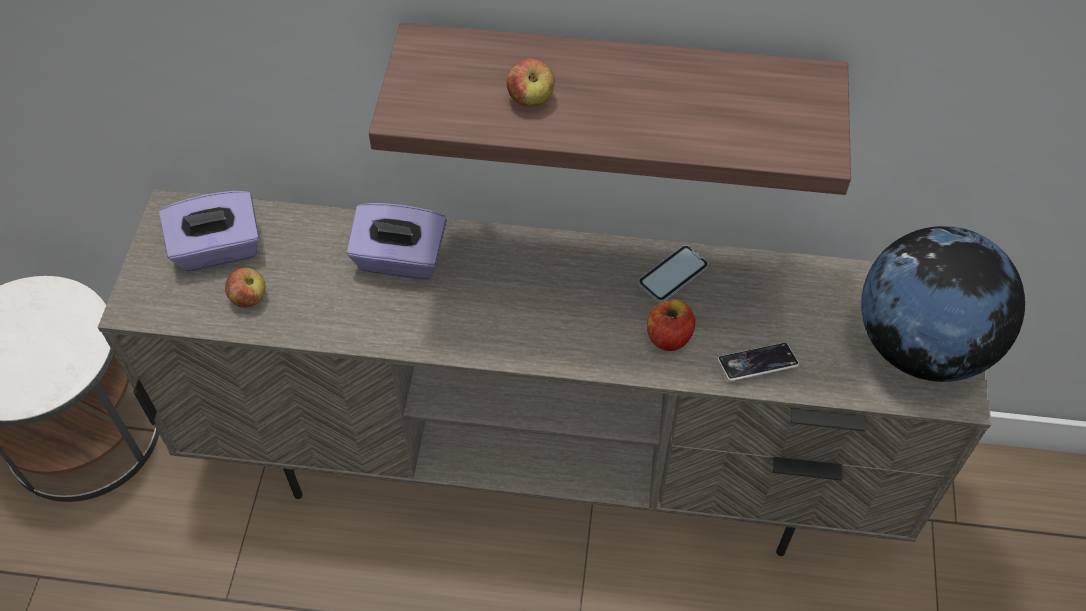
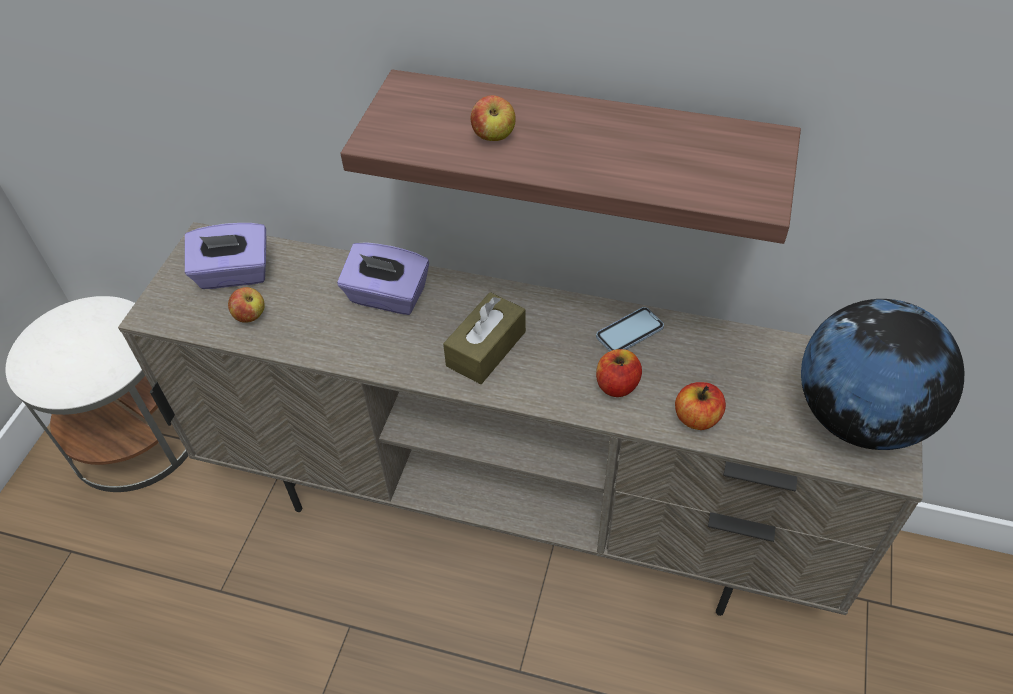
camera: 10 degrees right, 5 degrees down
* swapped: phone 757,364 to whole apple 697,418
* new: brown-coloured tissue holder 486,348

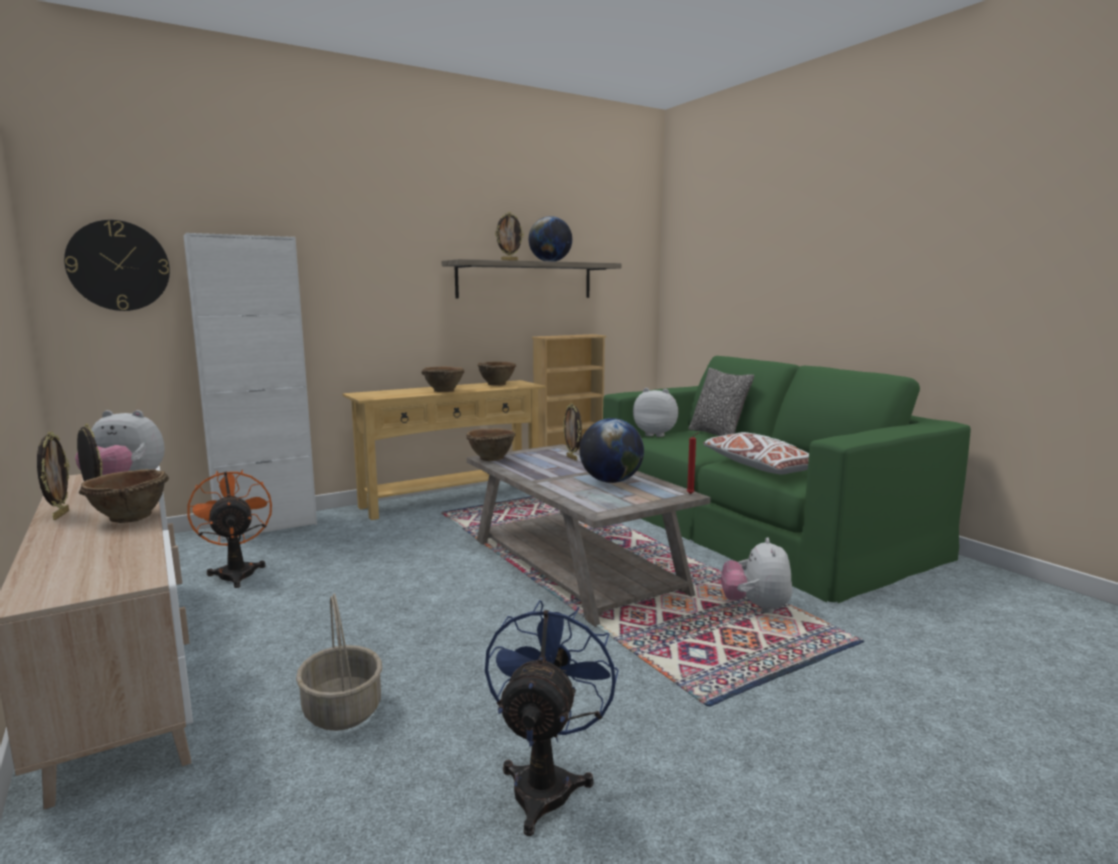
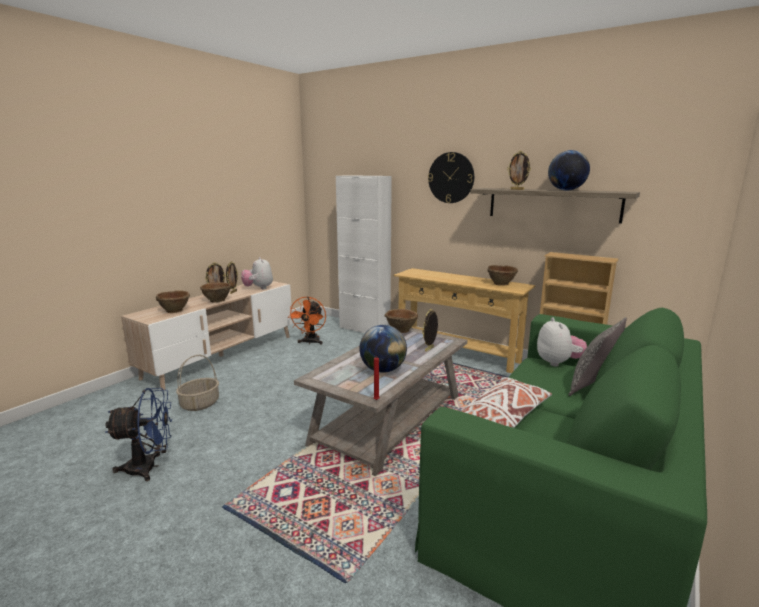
camera: 65 degrees right, 5 degrees up
* shifted: clock on the wall 118,266 to 451,178
* shifted: brown-coloured bowl 443,391 to 175,310
* rotated: orangey fan 236,572 = 310,342 150 degrees clockwise
* gone: cuddly toy 755,607

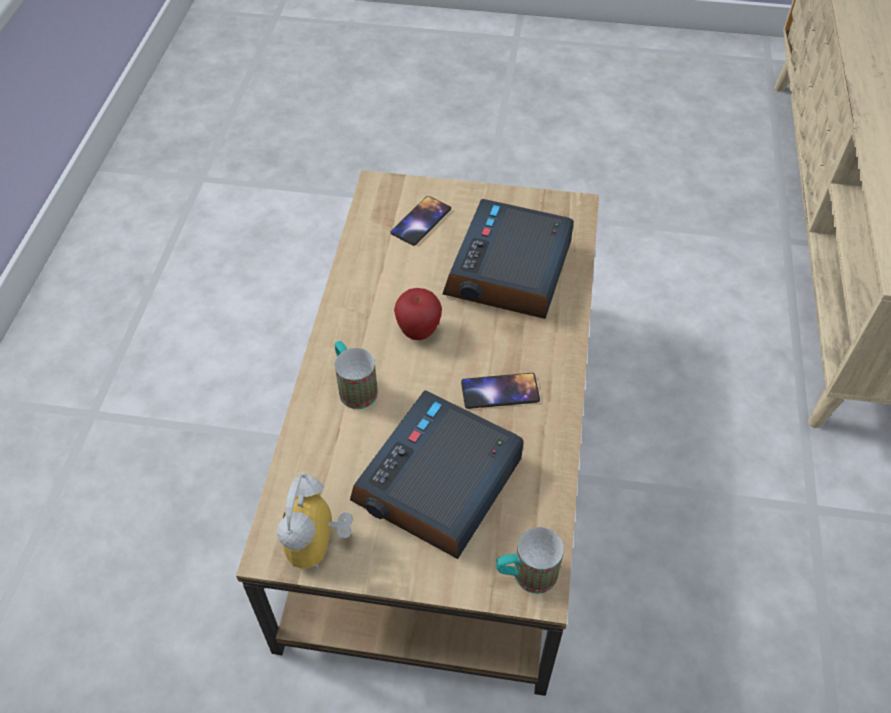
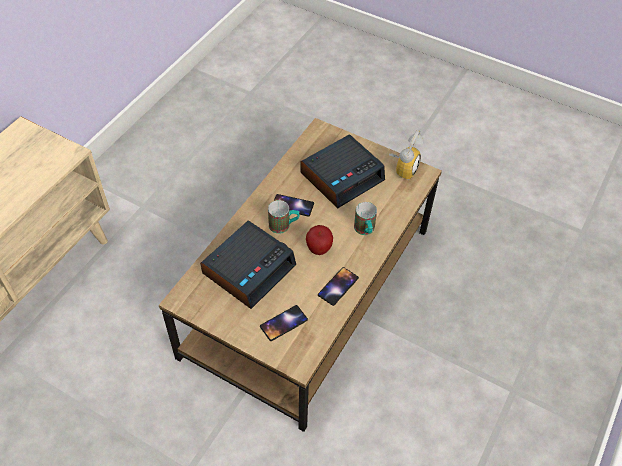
camera: 160 degrees left, 0 degrees up
* shifted: coffee mug 526,575 to 284,226
* new: phone 338,286

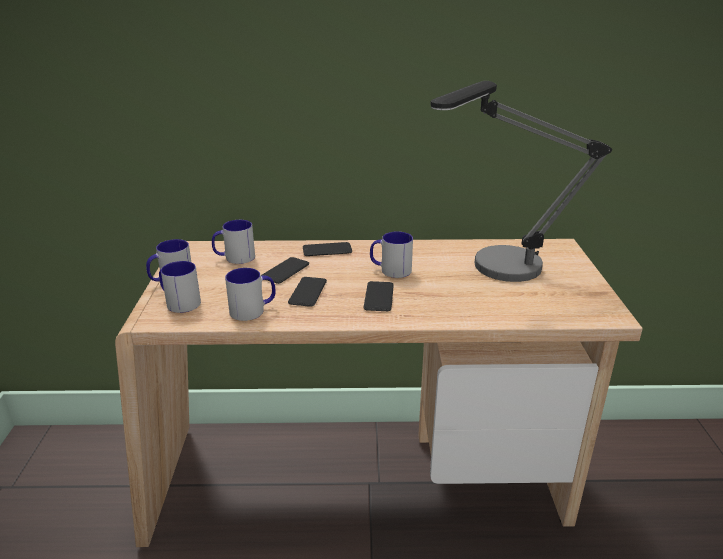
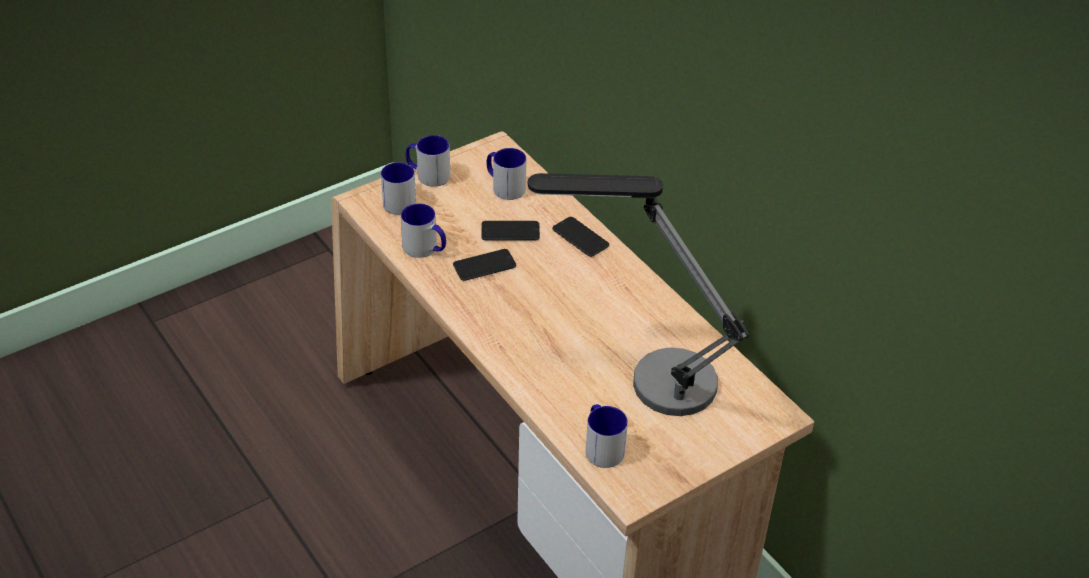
camera: 55 degrees right, 15 degrees up
* shifted: coffee mug 390,270 to 602,446
* gone: phone 379,297

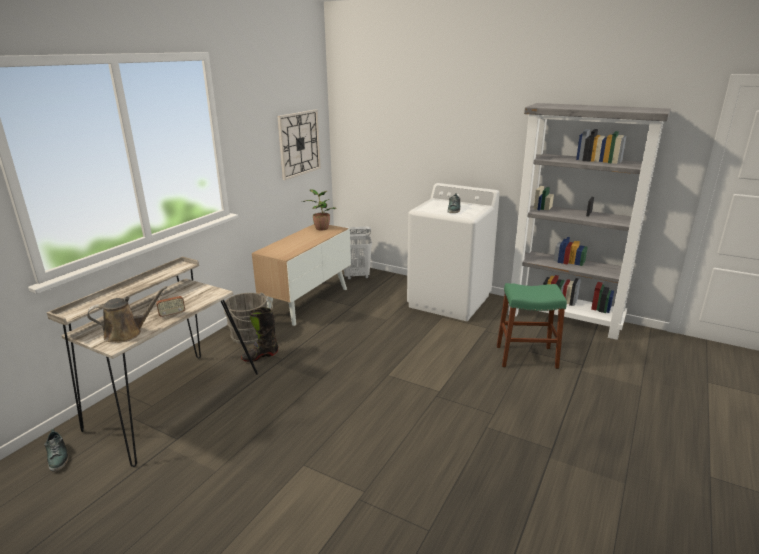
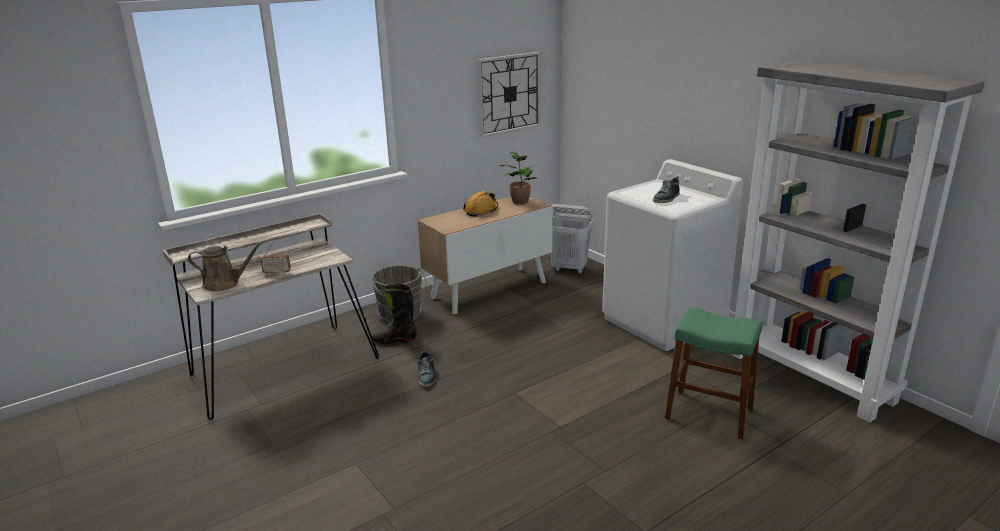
camera: 25 degrees right, 0 degrees up
* shifted: item of footwear 58,456 to 427,376
* new: orangey safety helmet 481,210

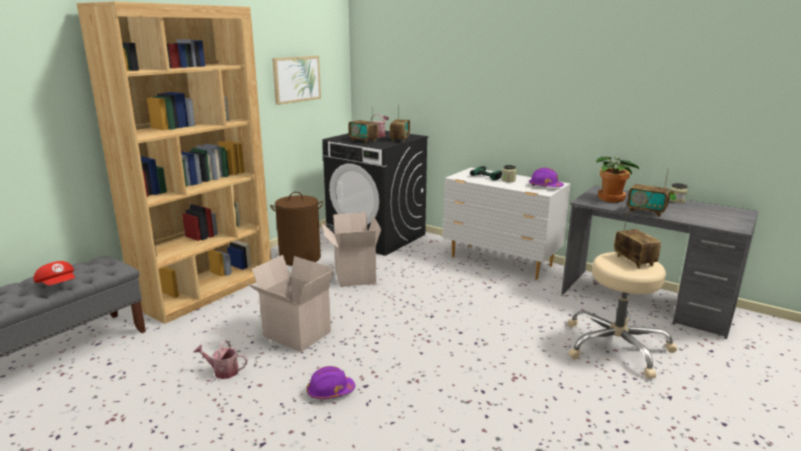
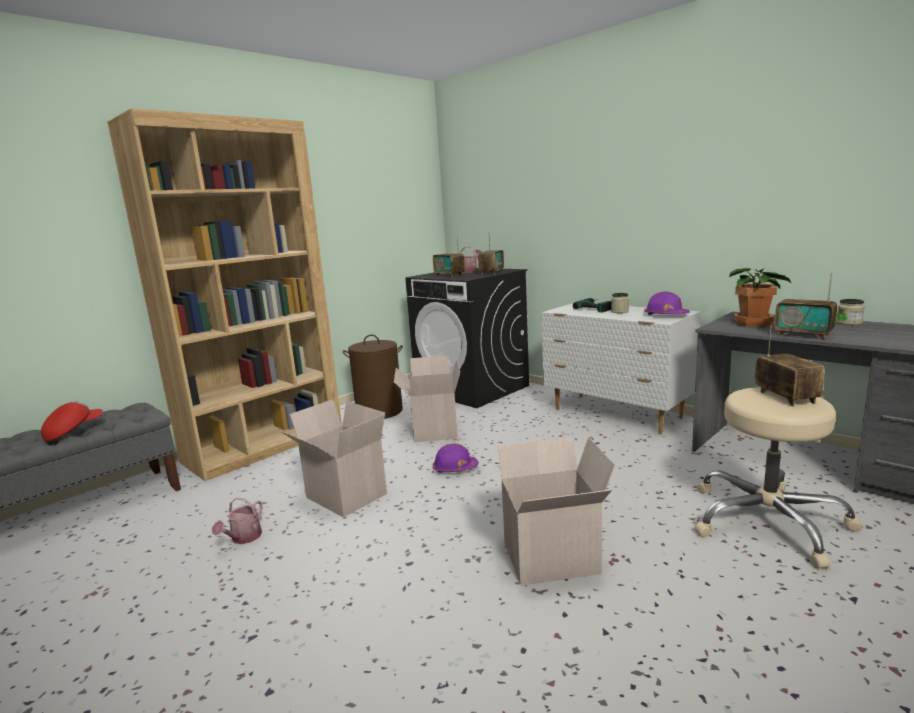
camera: 10 degrees right, 5 degrees down
* gone: wall art 296,79
* rotated: red-coloured baseball cap 58,285 = 73,431 105 degrees counterclockwise
* rotated: watering pot 223,371 = 243,538 90 degrees counterclockwise
* shifted: purplish safety helmet 330,391 to 455,468
* new: cardboard box 550,560

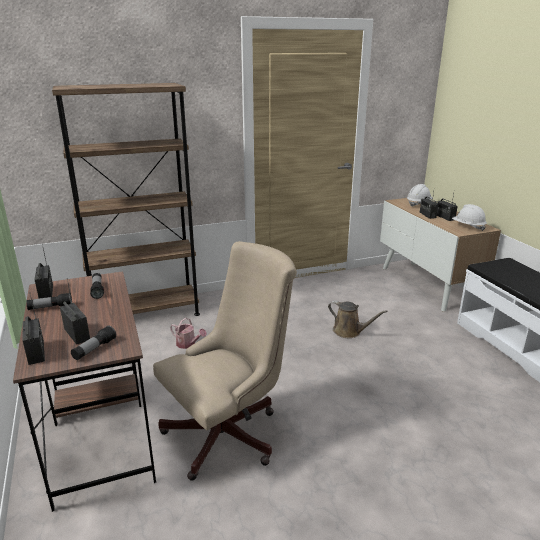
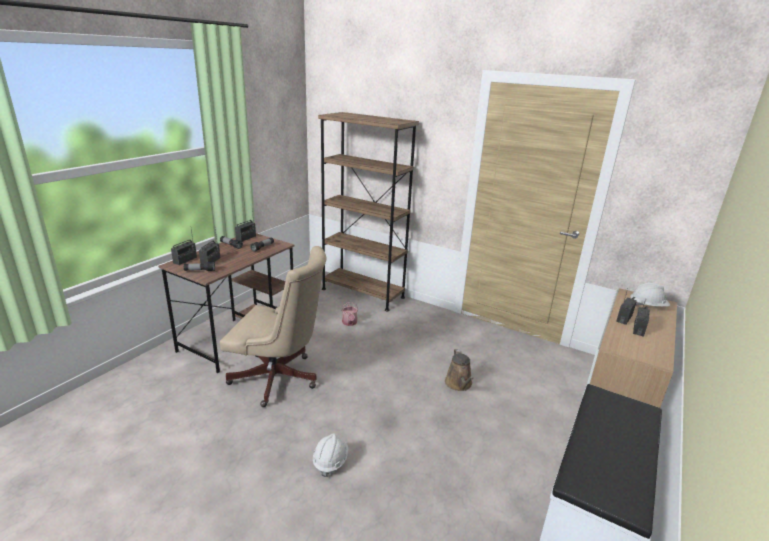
camera: 50 degrees right, 0 degrees up
* shifted: white-coloured safety helmet 468,227 to 330,461

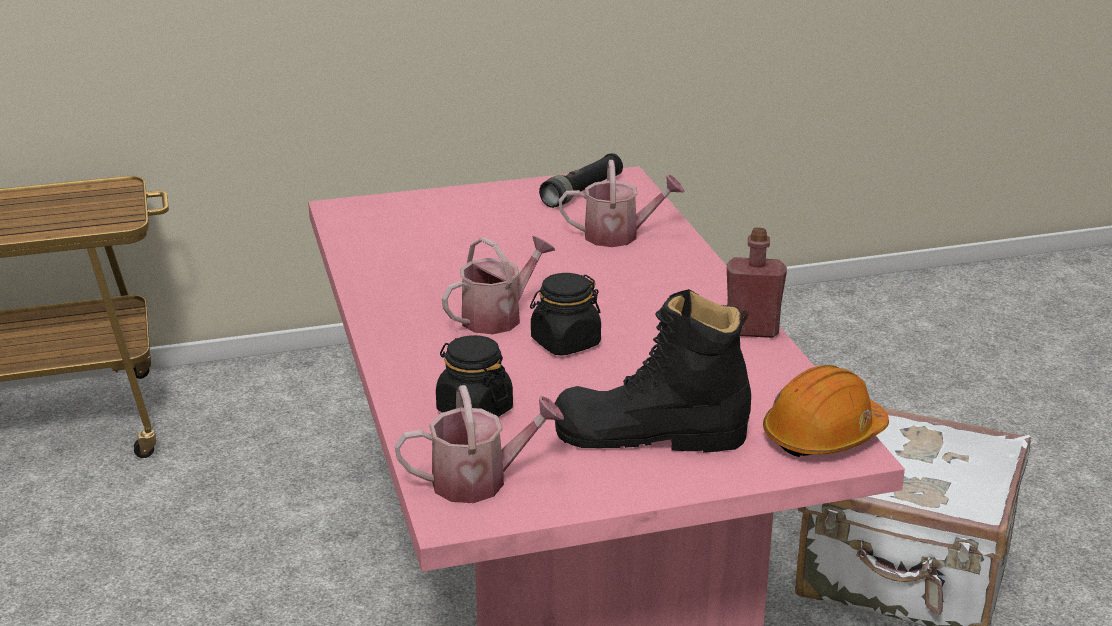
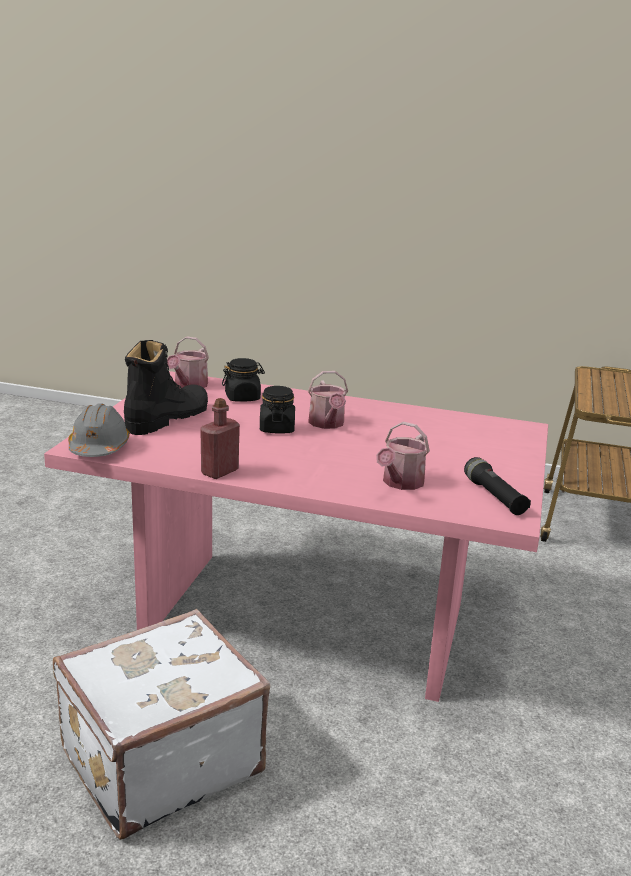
camera: 120 degrees right, 5 degrees down
* repainted: orangey safety helmet 823,436 to greyish safety helmet 99,447

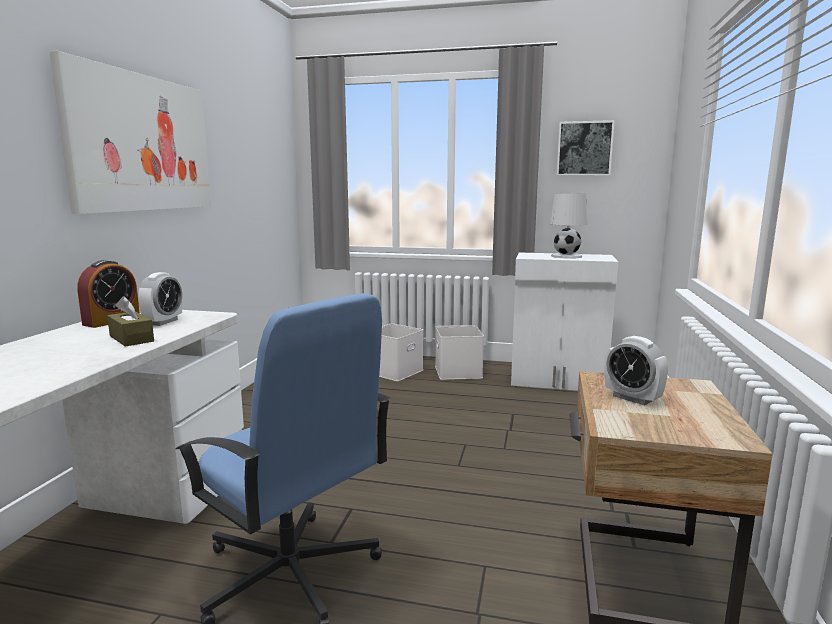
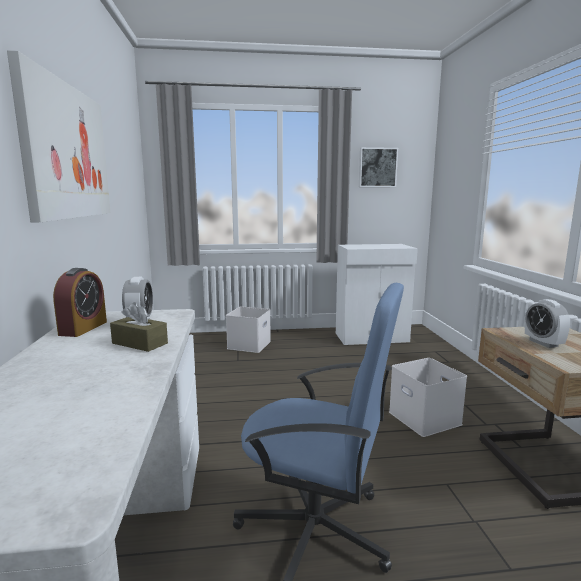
camera: 20 degrees left, 0 degrees up
* gone: white-coloured lamp for a table 566,256
* shifted: white-coloured storage bin 459,372 to 426,418
* rotated: table clock 632,398 = 543,343 45 degrees clockwise

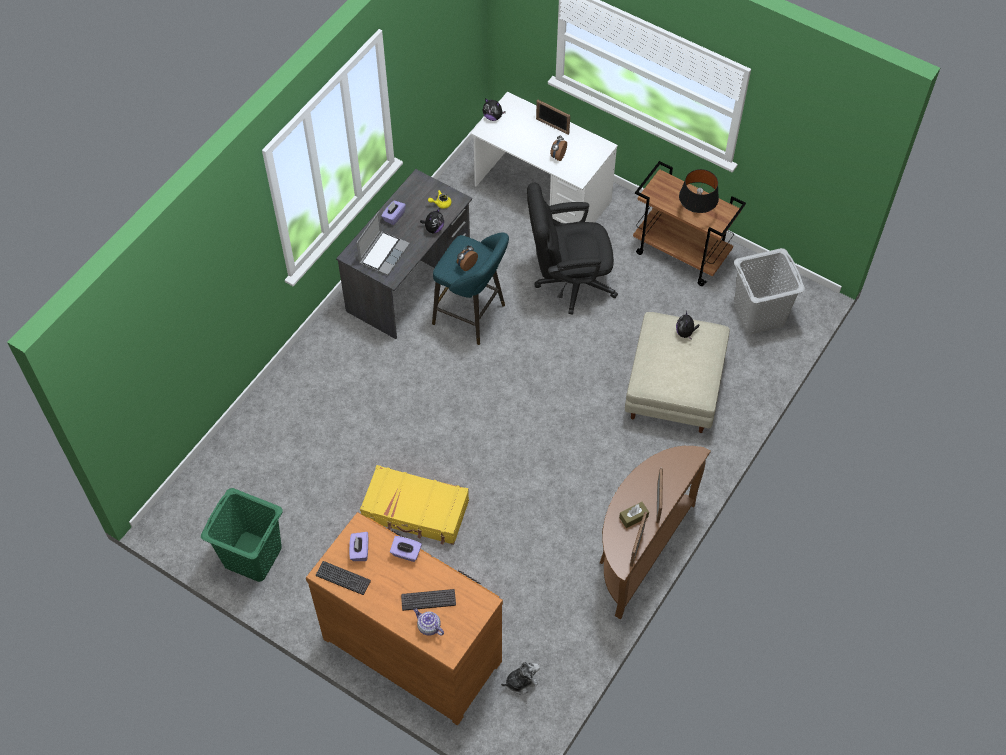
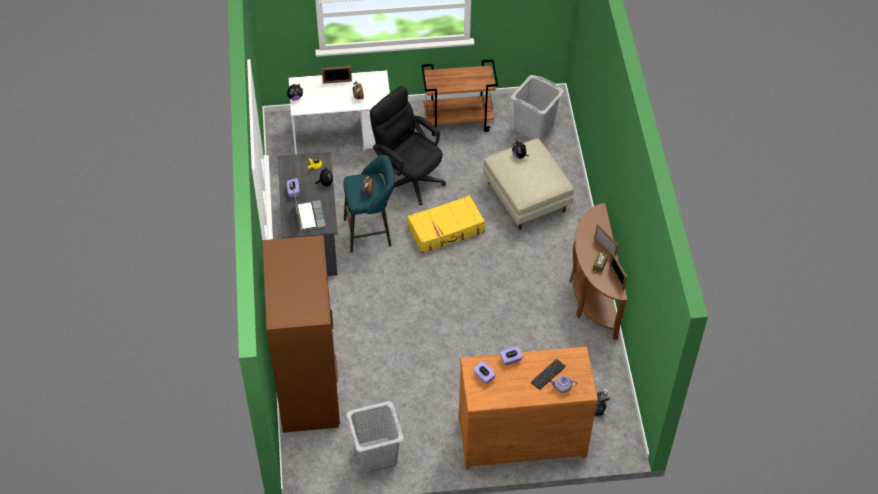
camera: 40 degrees left, 5 degrees down
* gone: black-coloured lamp for a table 695,213
* rotated: black-coloured computer chair 568,282 = 408,177 90 degrees clockwise
* shifted: yellow suitcase 415,511 to 446,230
* repainted: green washing basket 252,555 to greyish washing basket 376,455
* gone: keyboard 343,578
* new: brown-coloured clothes cupboard 309,386

